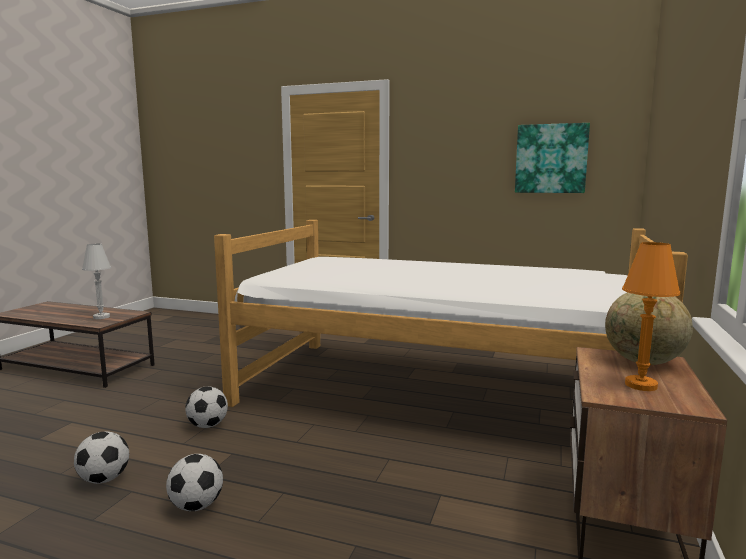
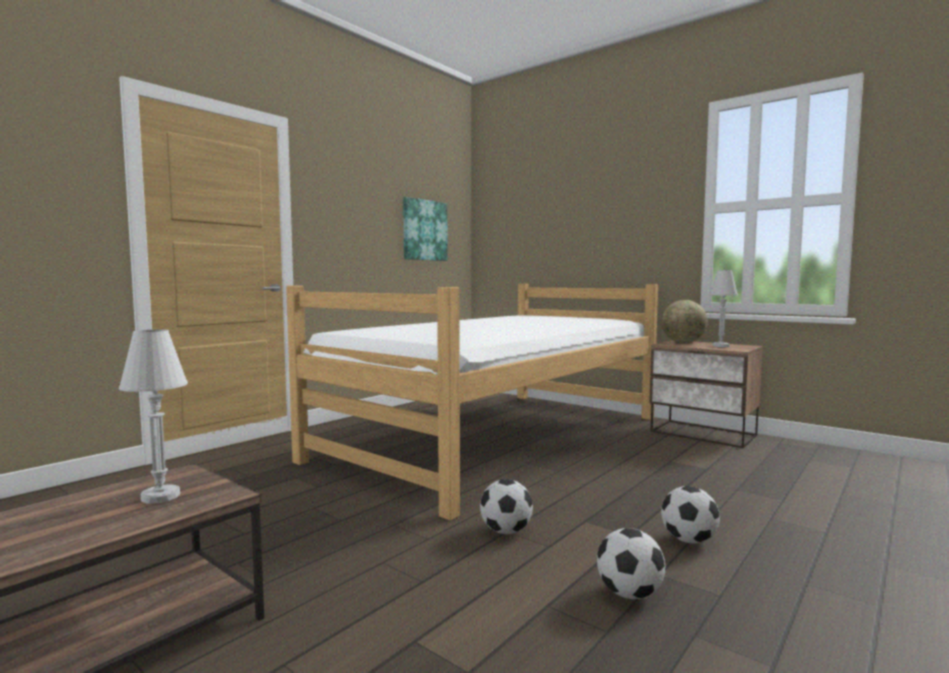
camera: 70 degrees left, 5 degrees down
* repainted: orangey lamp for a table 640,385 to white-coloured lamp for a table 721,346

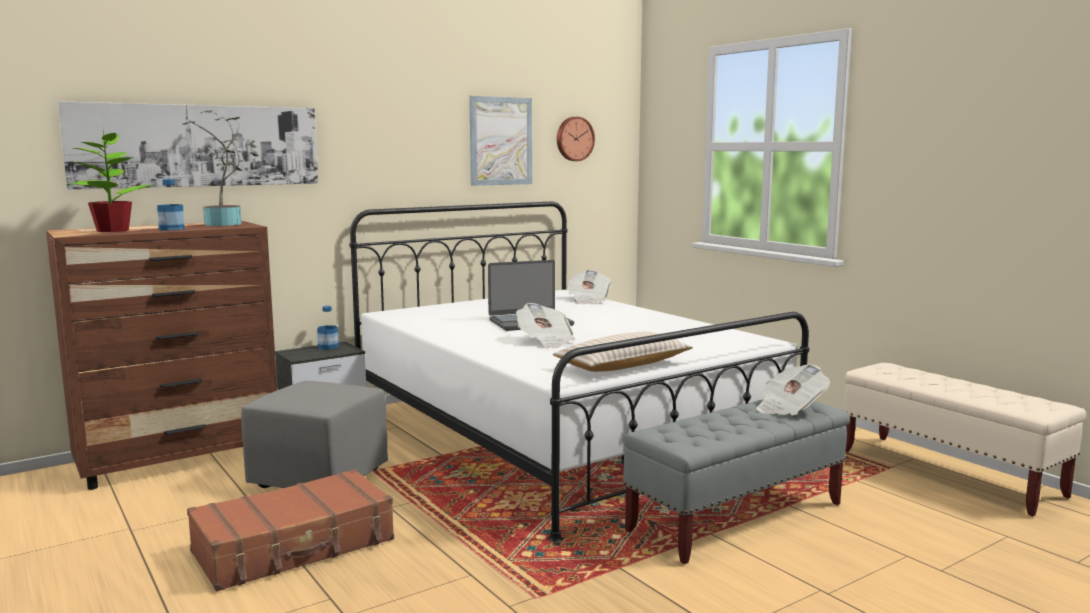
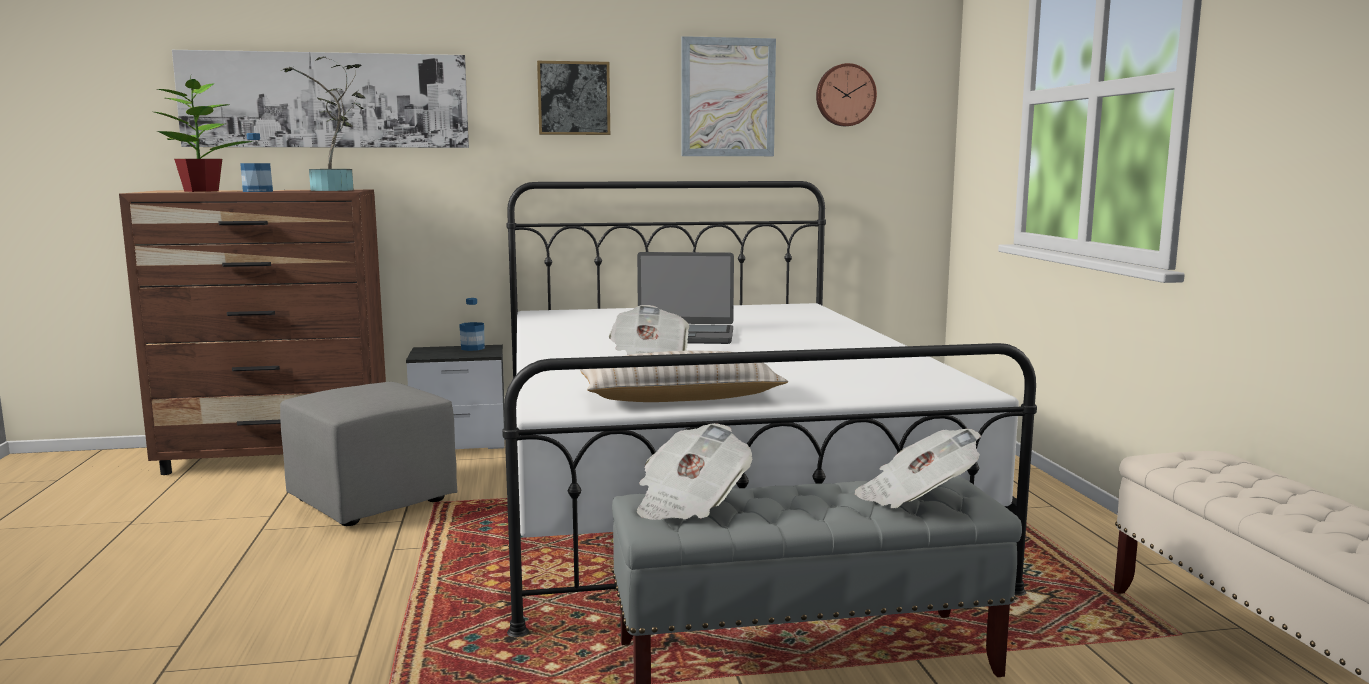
camera: 25 degrees right, 0 degrees up
* shifted: printed paper 588,300 to 689,503
* gone: brown-coloured suitcase 295,547
* new: wall art 574,98

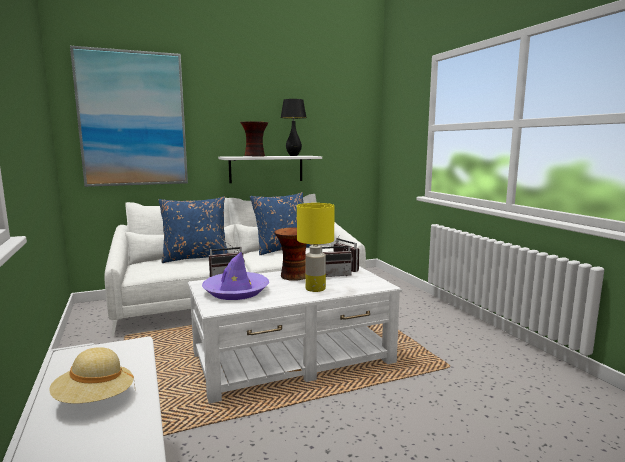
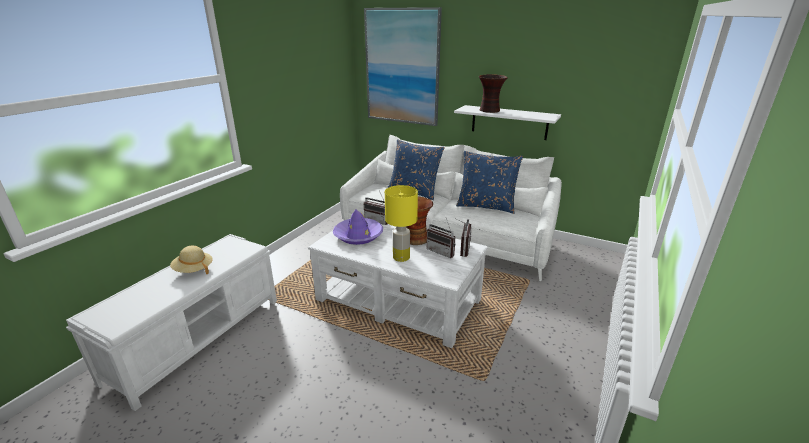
camera: 50 degrees right, 15 degrees up
* gone: black-coloured lamp for a table 293,155

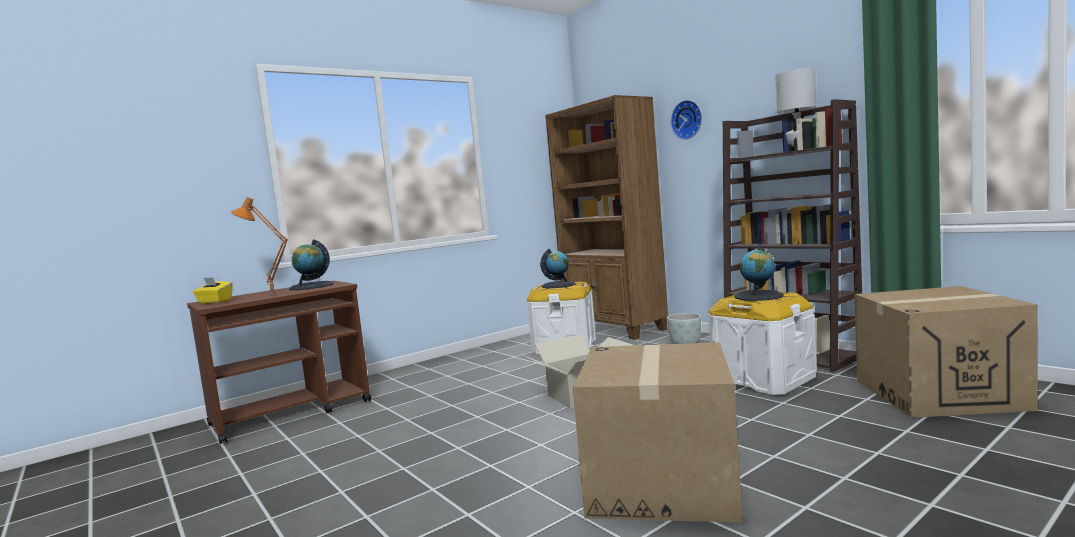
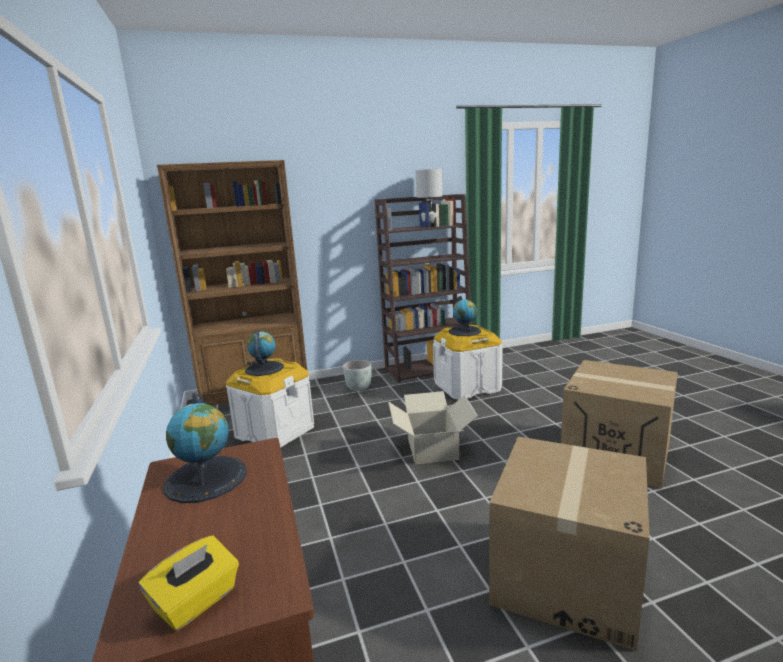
camera: 70 degrees left, 10 degrees up
* gone: clock on the wall 688,120
* gone: orangey lamp for a table 270,294
* shifted: cardboard box 938,394 to 566,576

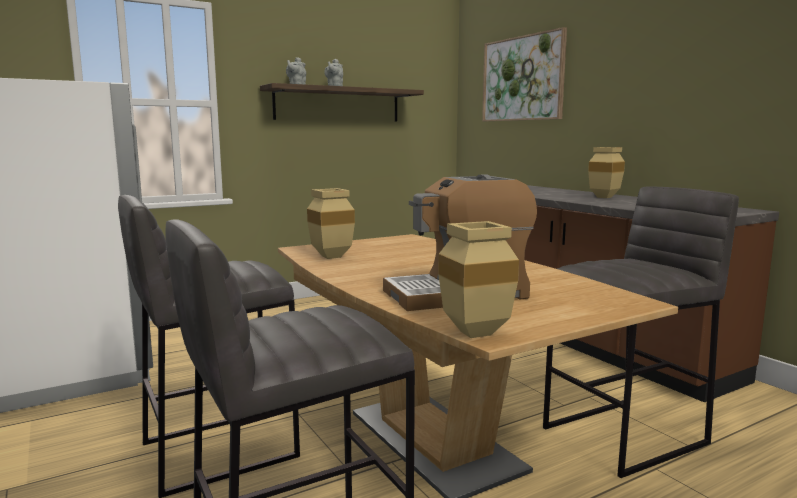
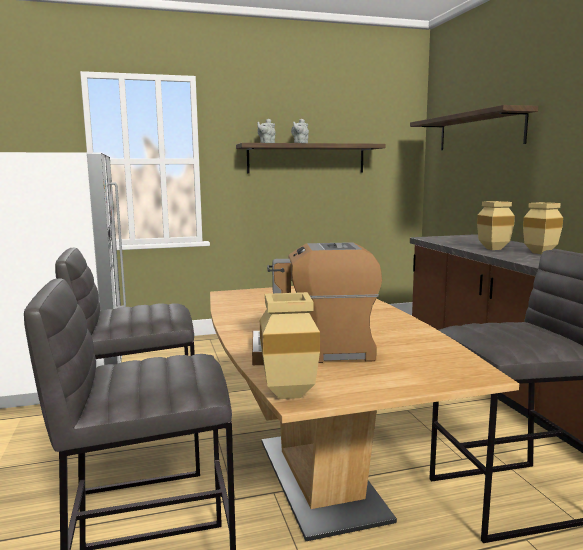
camera: 15 degrees right, 0 degrees up
* swapped: wall art 522,78 to wall shelf 479,131
* shifted: beige-coloured flower vase 330,257 to 492,249

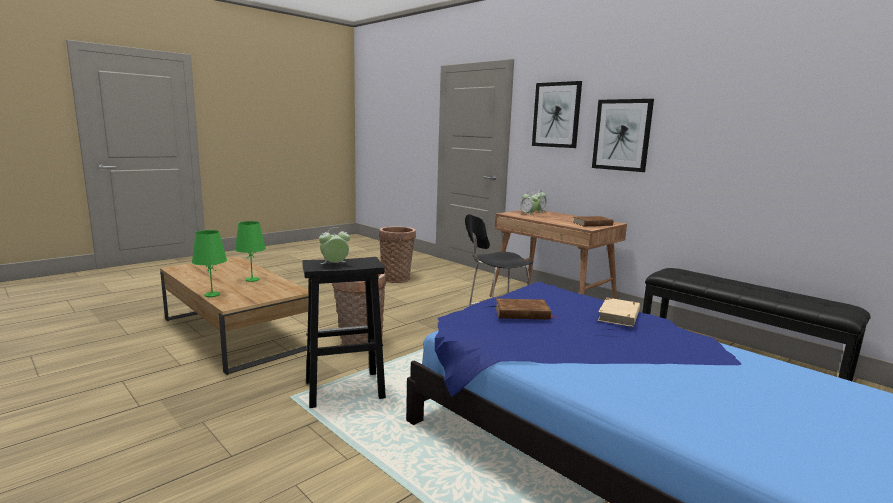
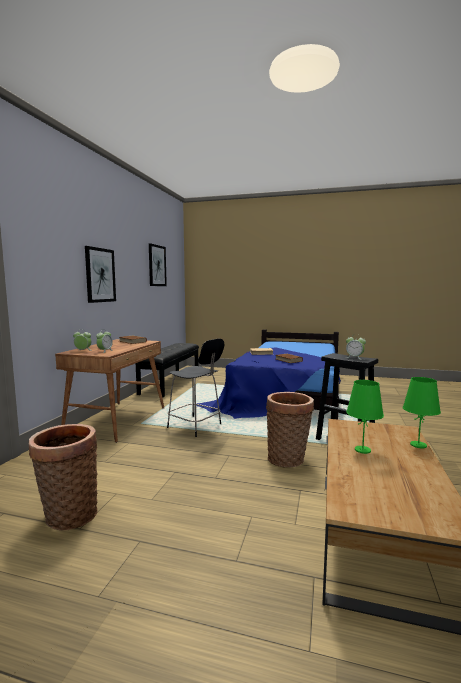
camera: 120 degrees left, 5 degrees down
* shifted: wall art 556,115 to 157,265

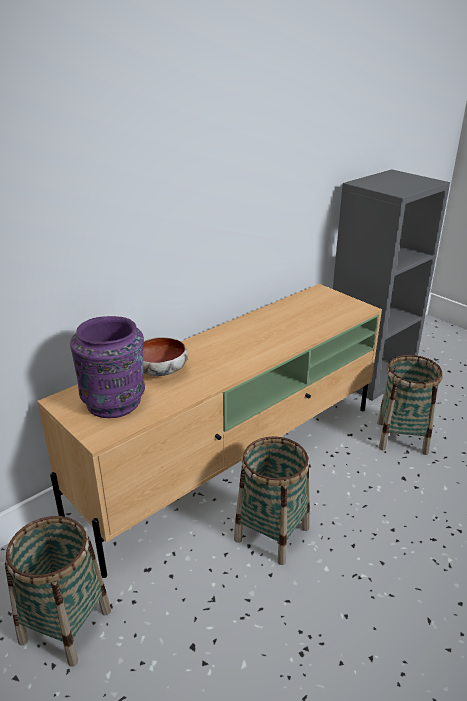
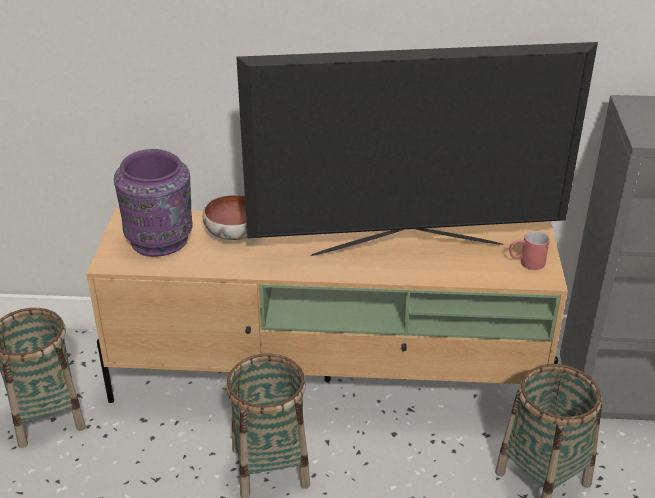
camera: 45 degrees right, 5 degrees up
* new: television 407,248
* new: red-coloured coffee mug 526,263

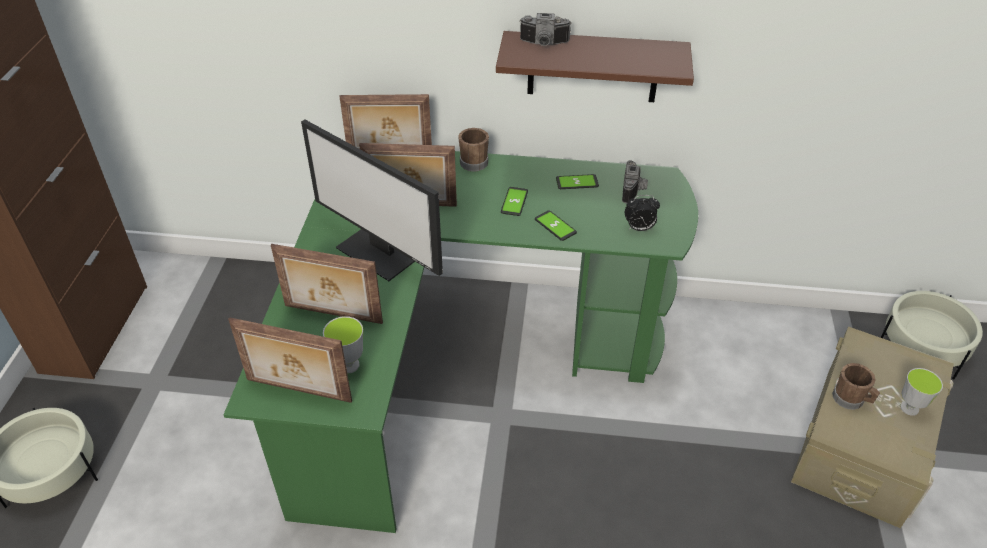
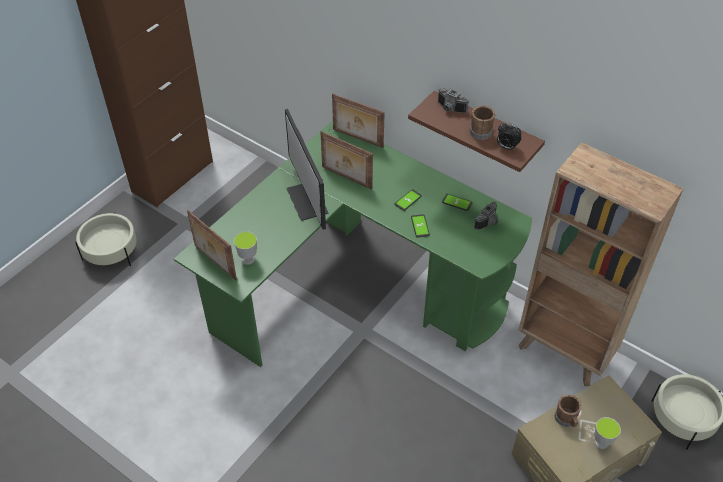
camera: 30 degrees right, 5 degrees up
* shifted: brown-coloured coffee mug 474,161 to 481,131
* shifted: table clock 639,228 to 506,147
* gone: picture frame 332,315
* new: brown-coloured shelving unit 565,352

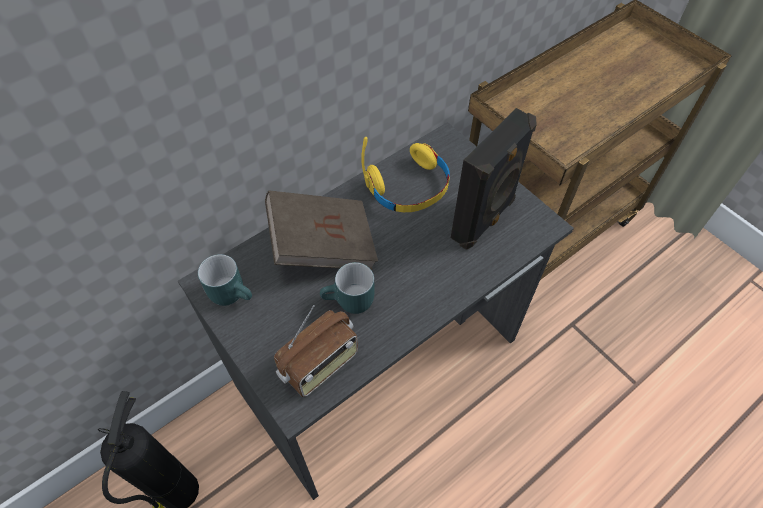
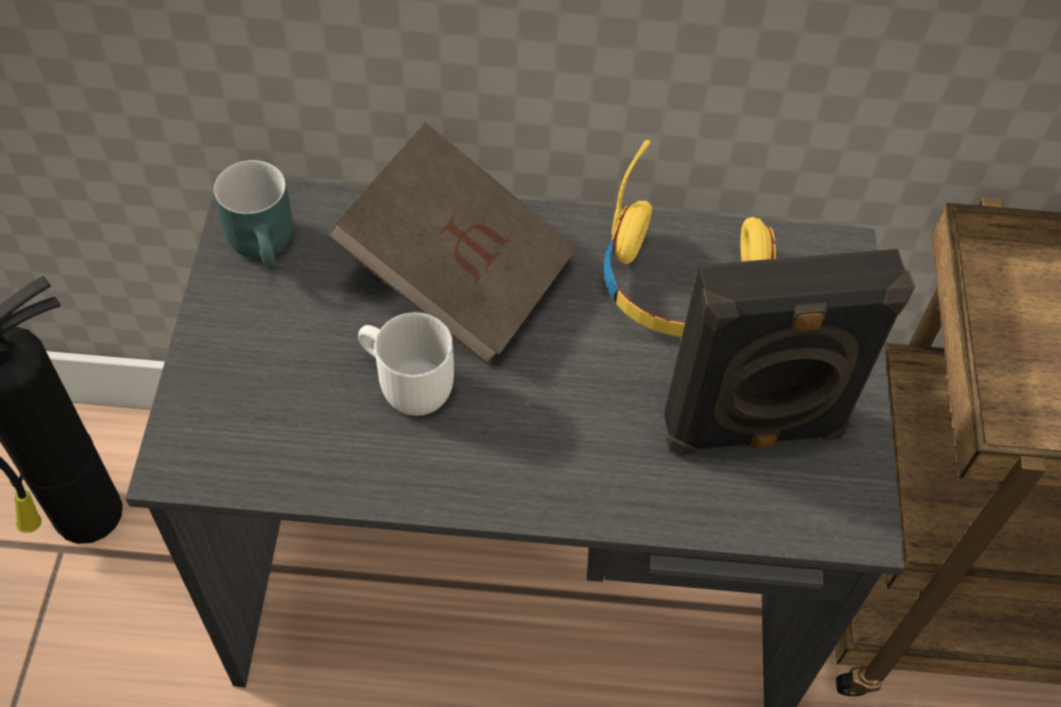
camera: 40 degrees right, 0 degrees up
* repainted: turquoise-coloured coffee mug 350,303 to white-coloured coffee mug 404,386
* gone: radio 320,364

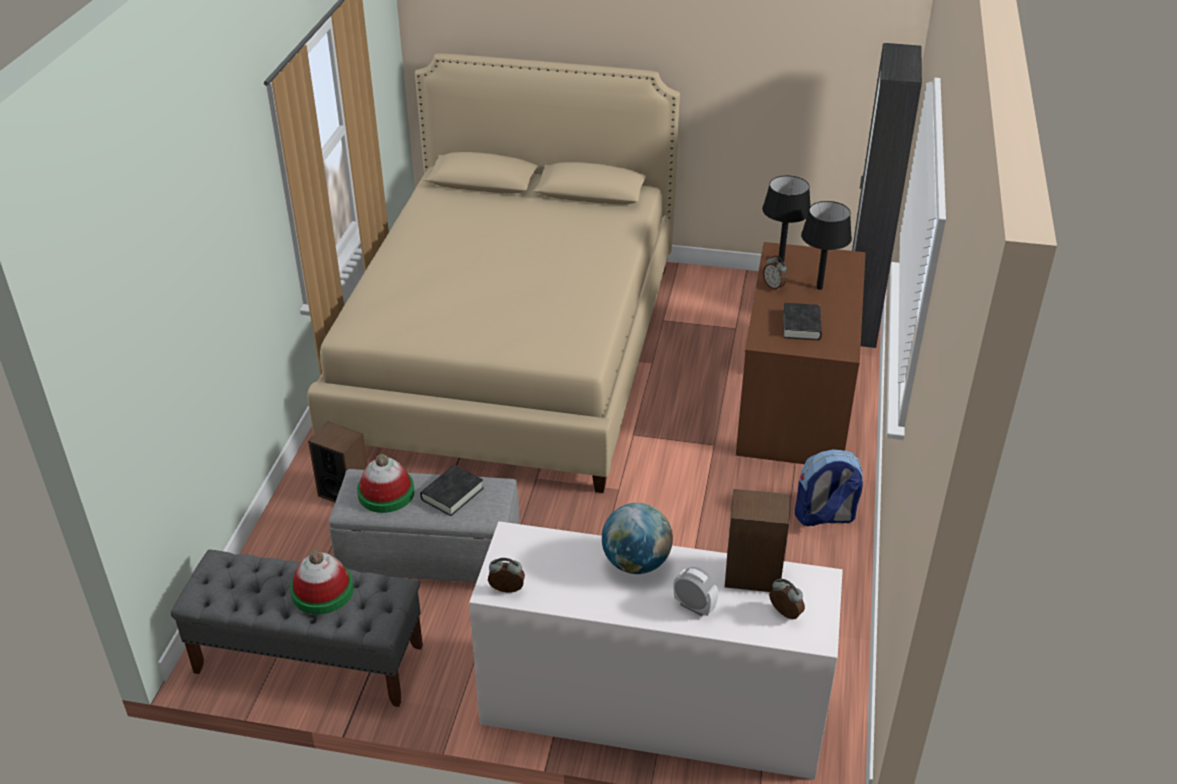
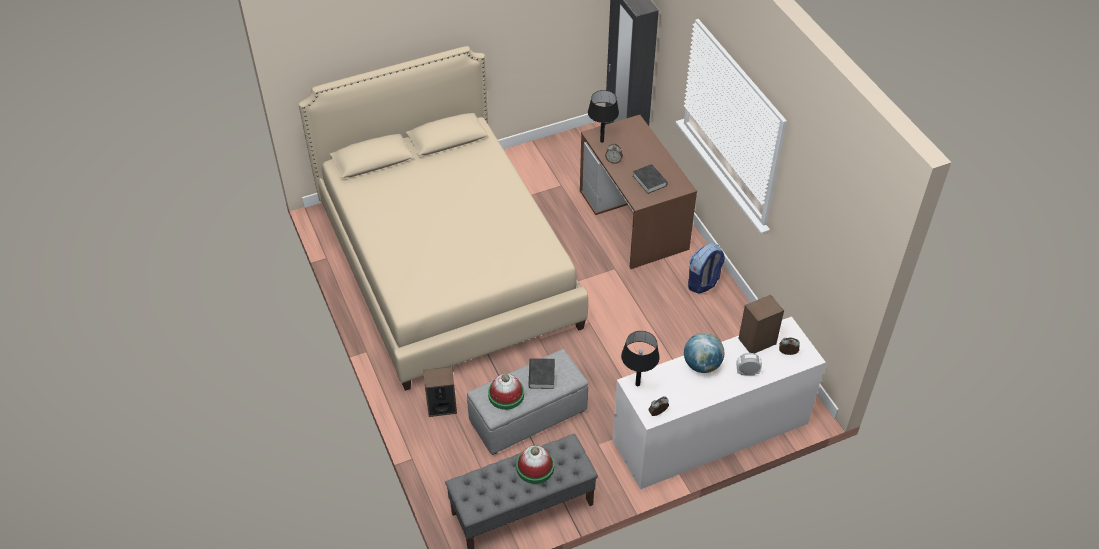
camera: 35 degrees left, 10 degrees up
* shifted: black-coloured lamp for a table 819,288 to 637,384

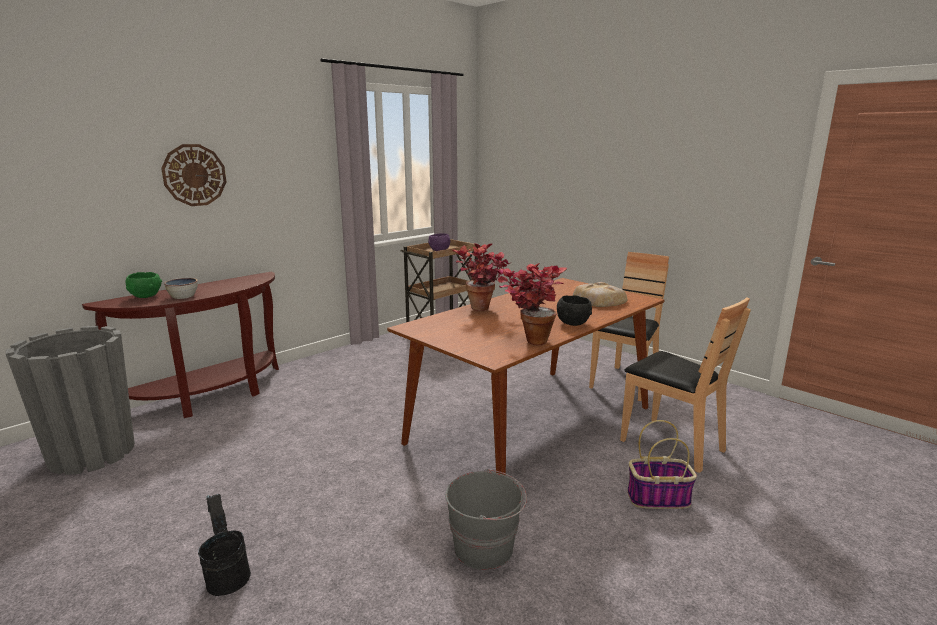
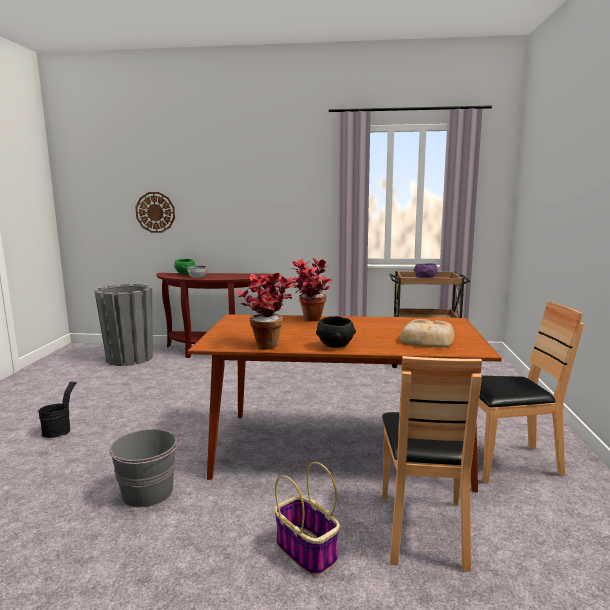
camera: 50 degrees right, 5 degrees down
* shifted: clock on the wall 194,175 to 155,212

